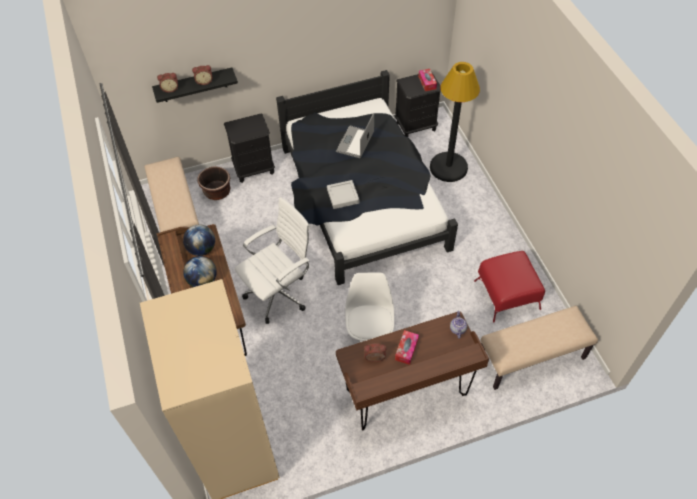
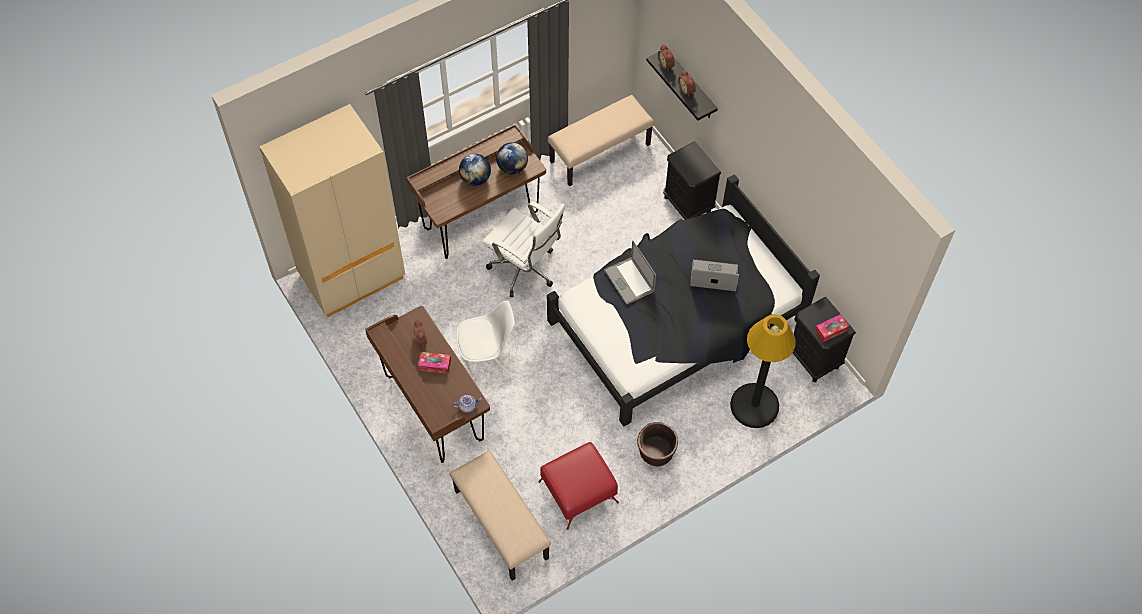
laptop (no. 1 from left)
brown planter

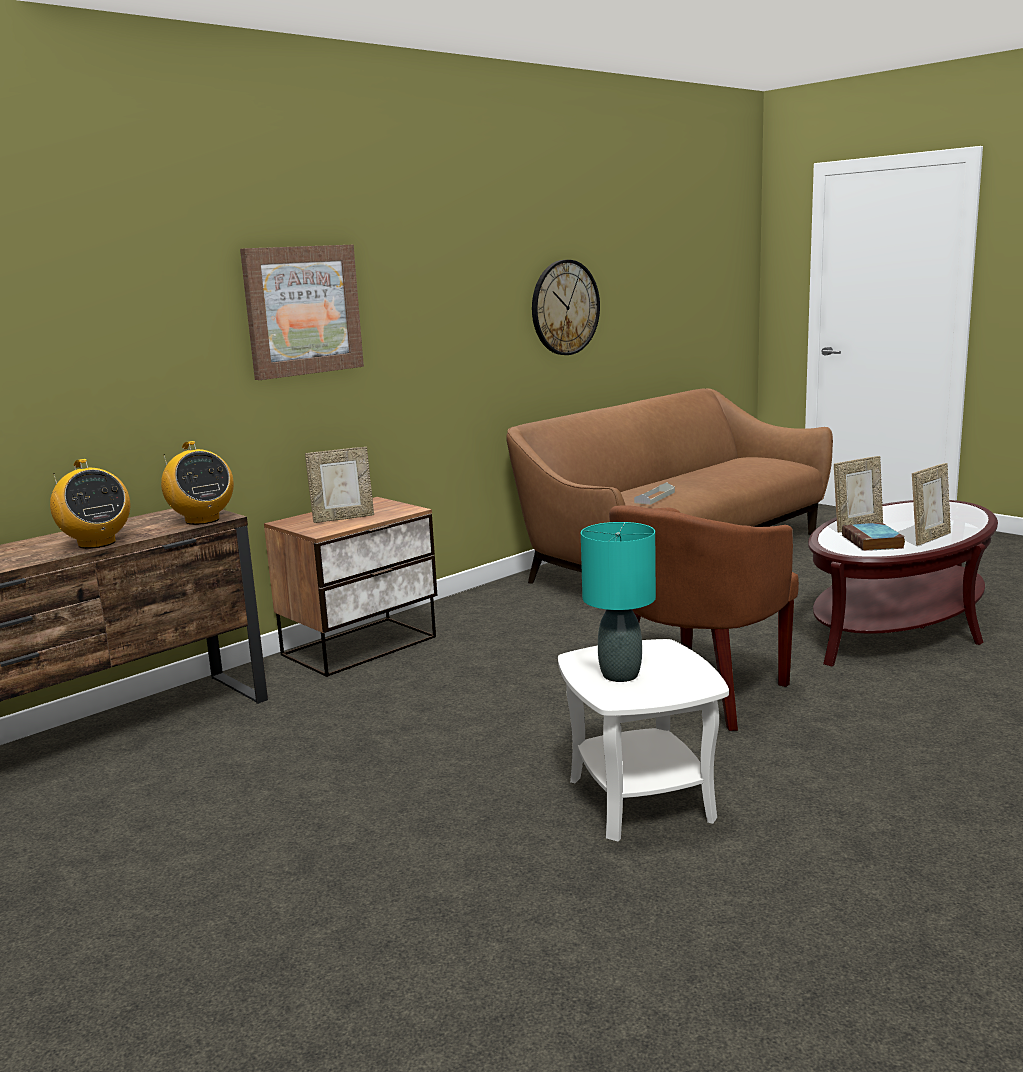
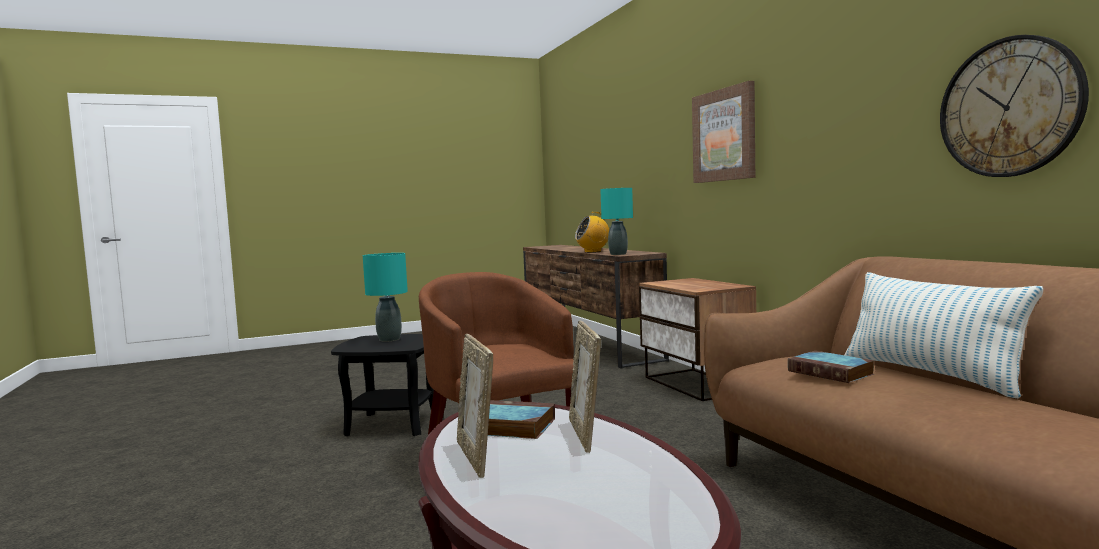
black side table
turquoise table lamp (no. 2 from left)
book (no. 2 from left)
pillow
picture frame (no. 1 from left in the first image)

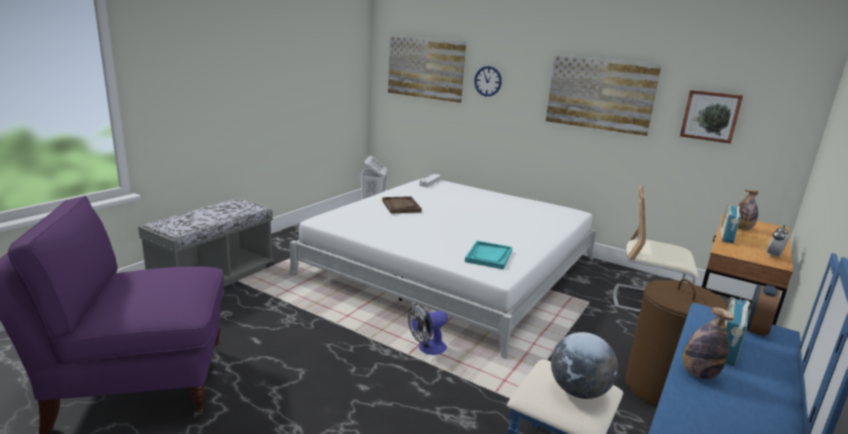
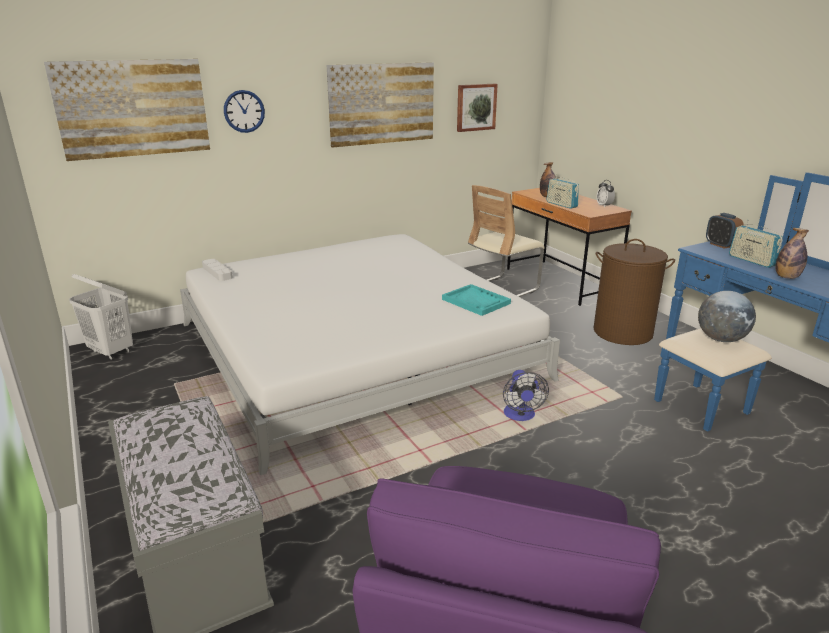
brown tray

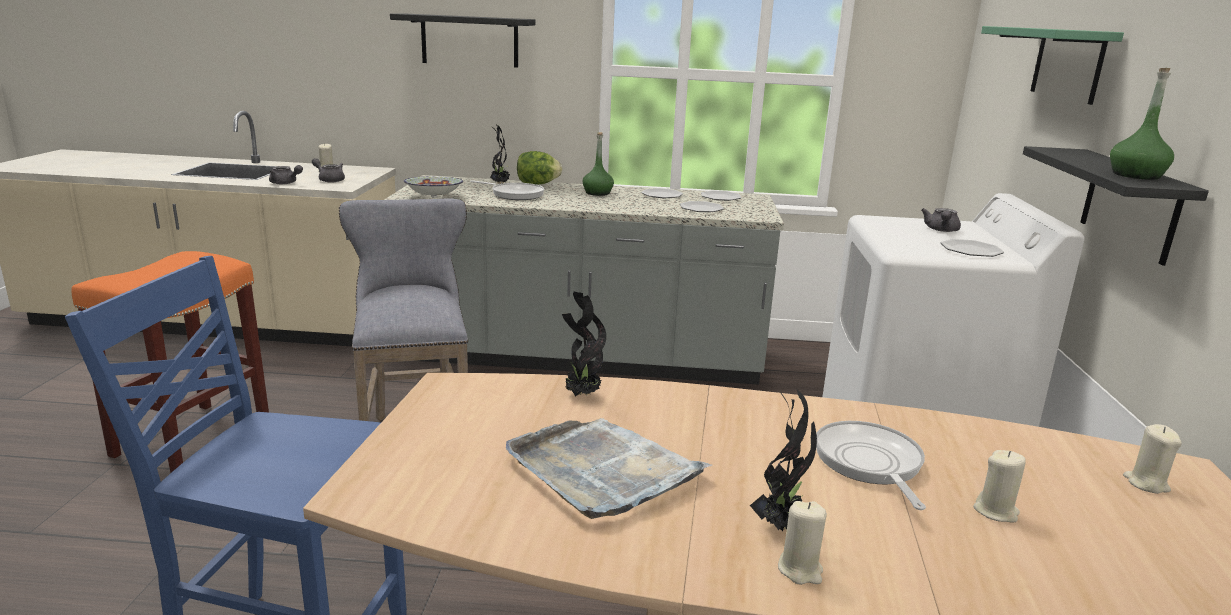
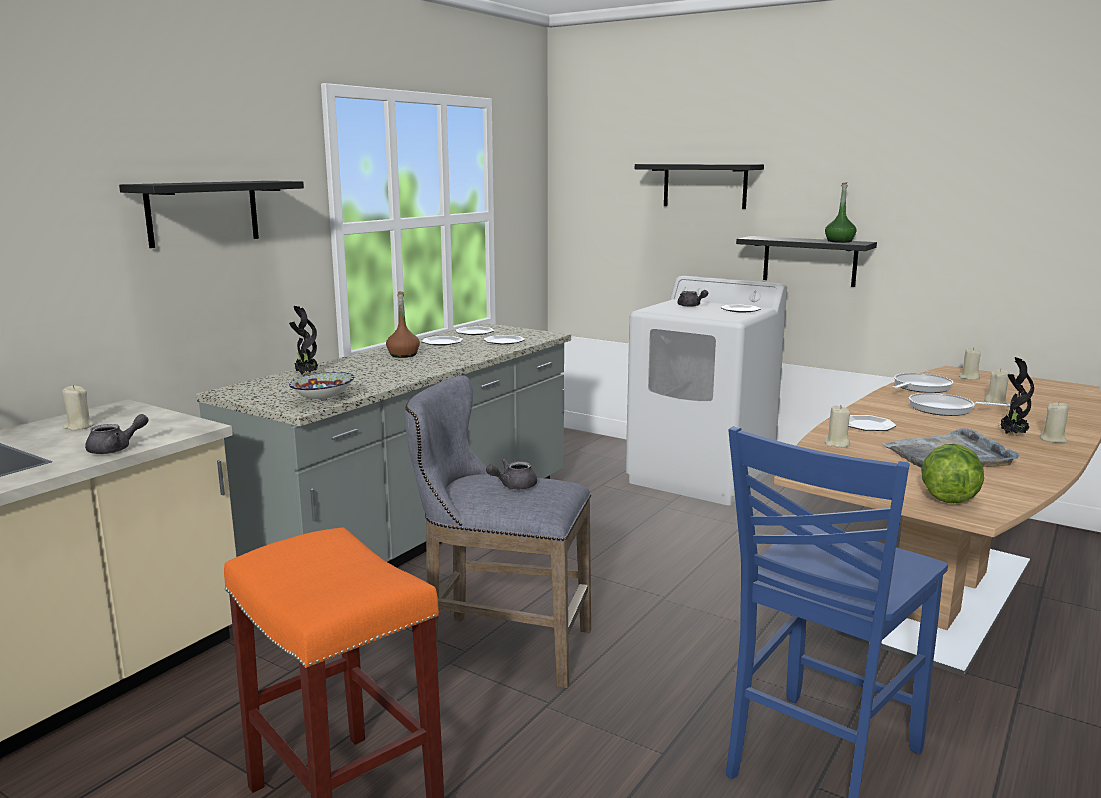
brown bottle
grey teapot (no. 2 from left)
black shelf (no. 2 from left)
beige candle (no. 2 from left)
plate (no. 5 from left)
frying pan (no. 1 from left)
lettuce

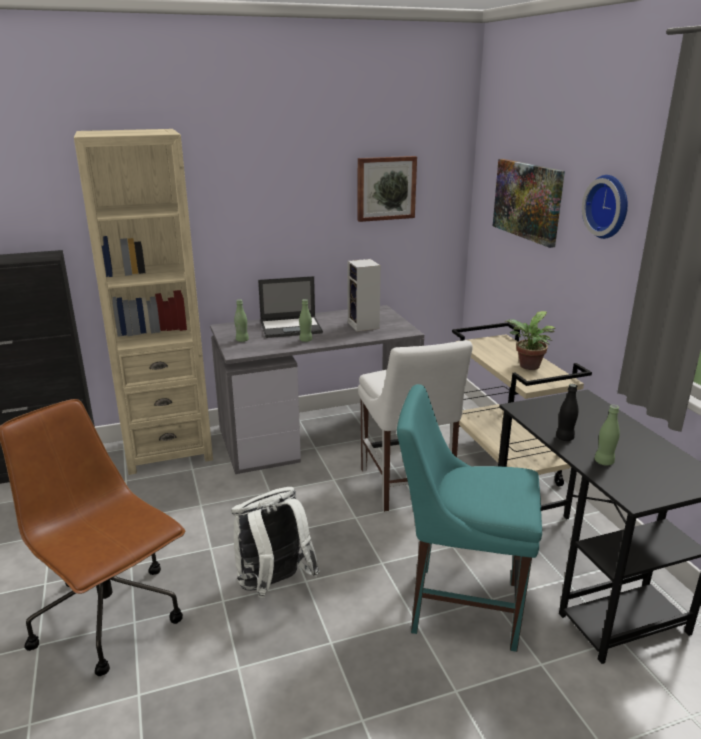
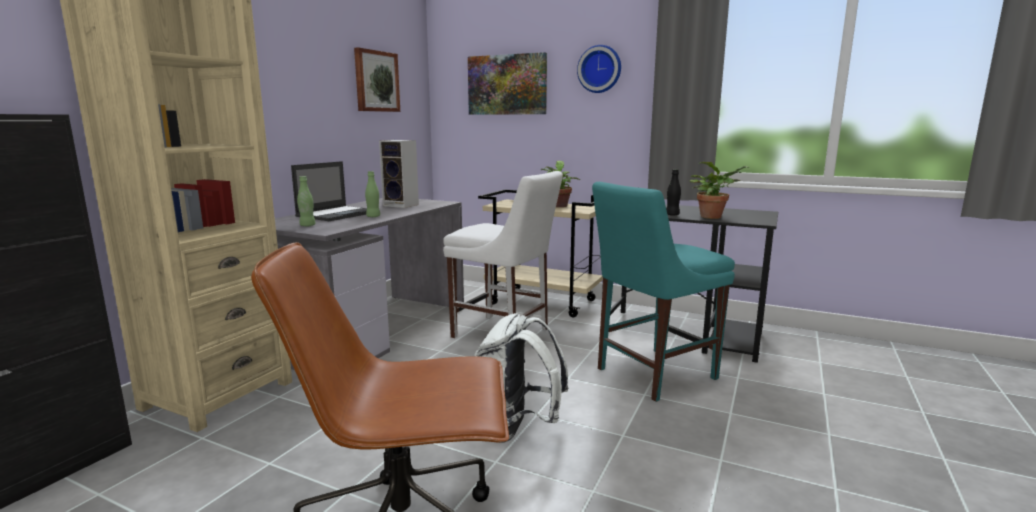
potted plant (no. 2 from left)

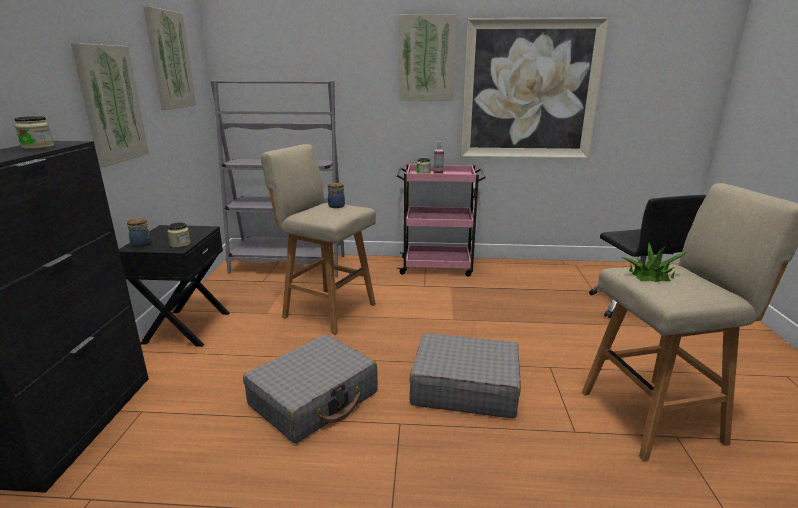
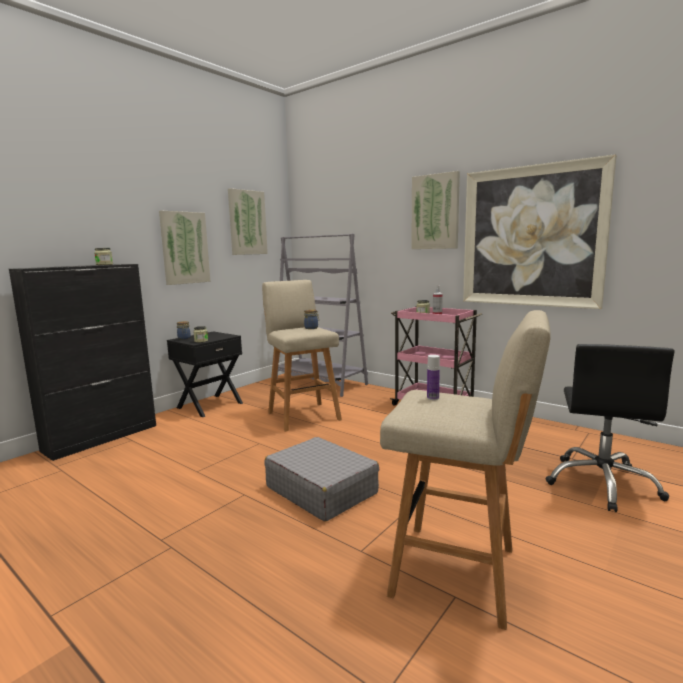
bottle
grey suitcase (no. 1 from left in the first image)

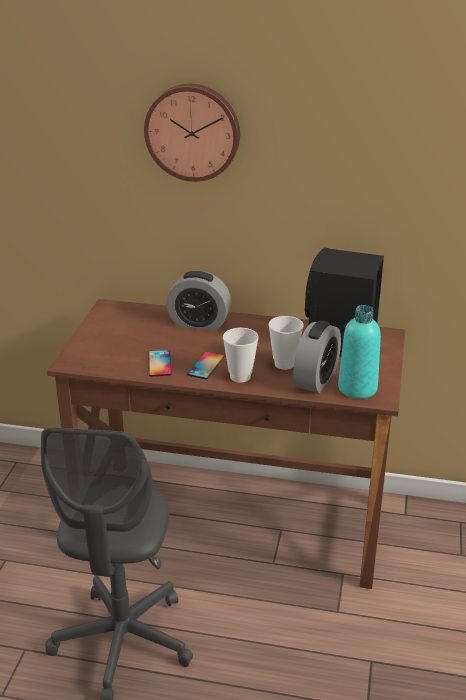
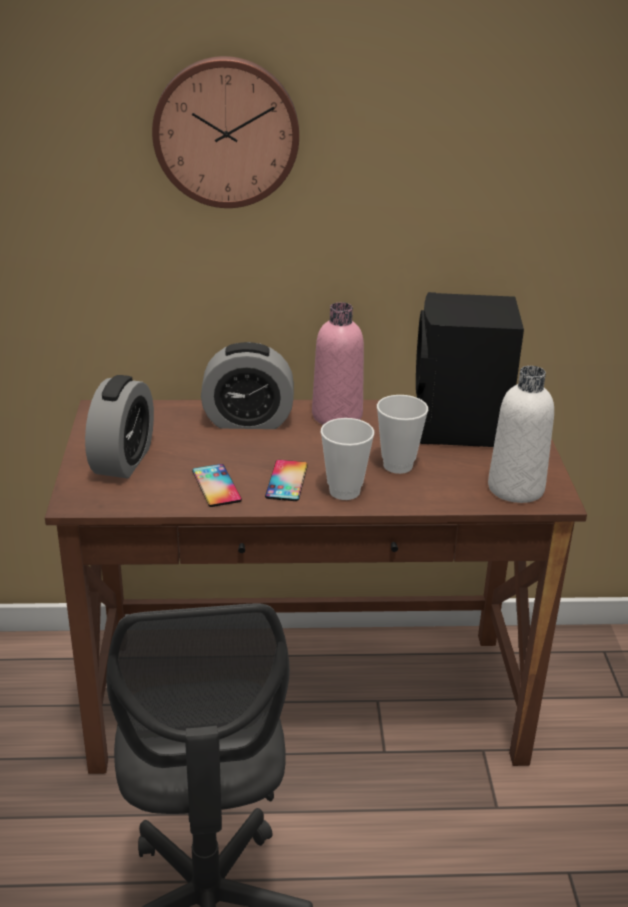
alarm clock (no. 1 from left)
pink bottle
white bottle

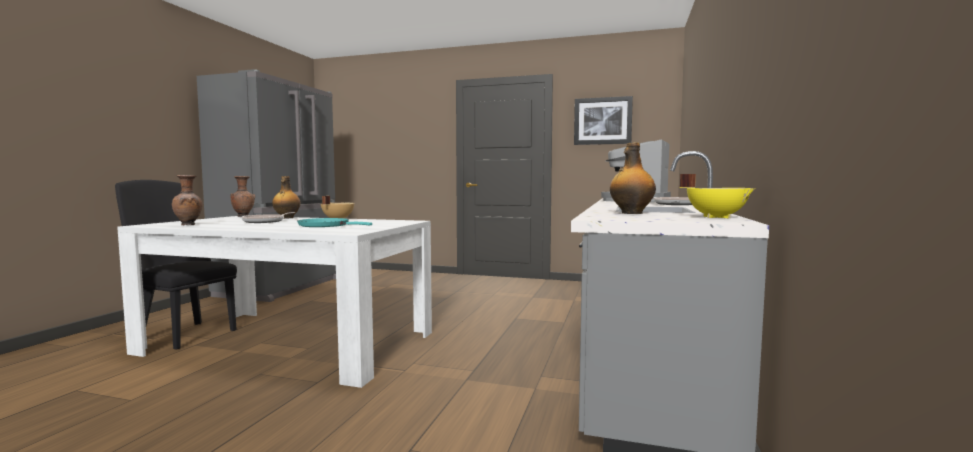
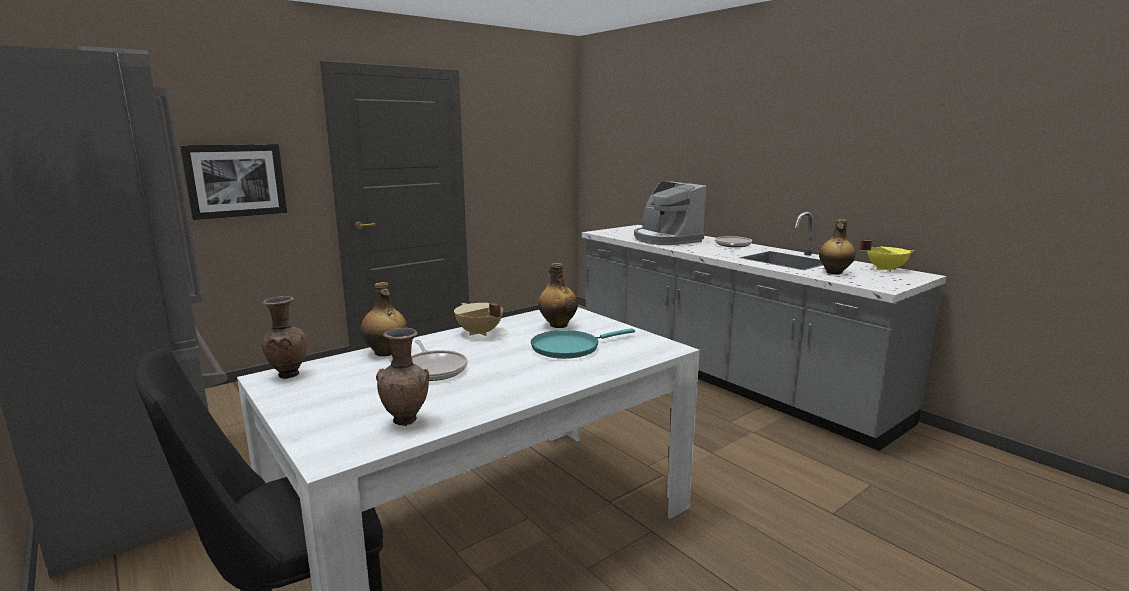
picture
bottle (no. 2 from left)

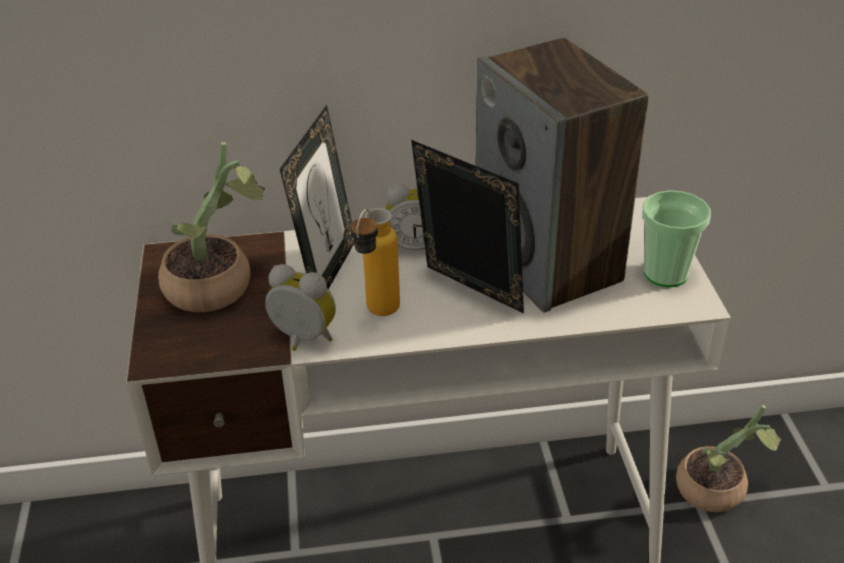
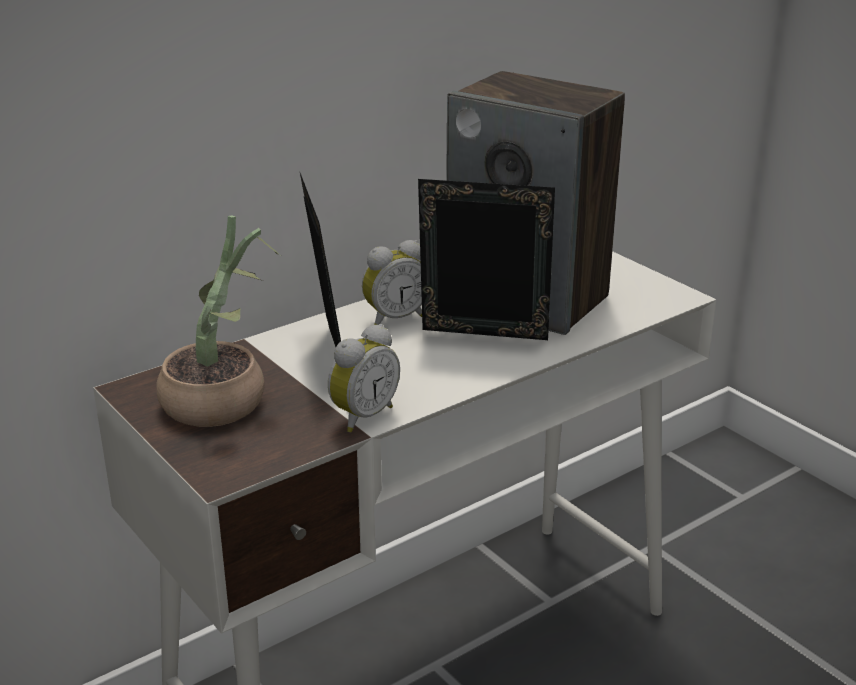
alarm clock (no. 1 from left)
bottle
cup
potted plant (no. 2 from left in the first image)

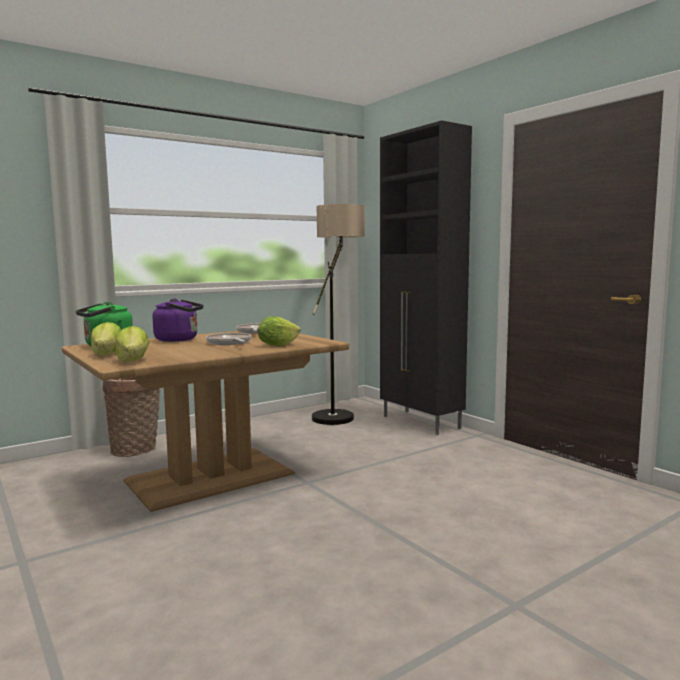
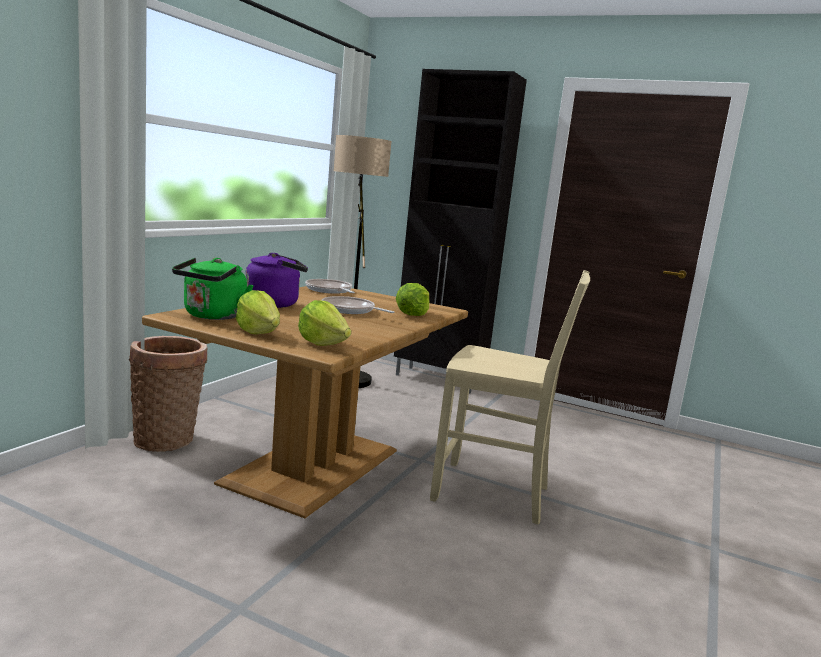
beige chair

